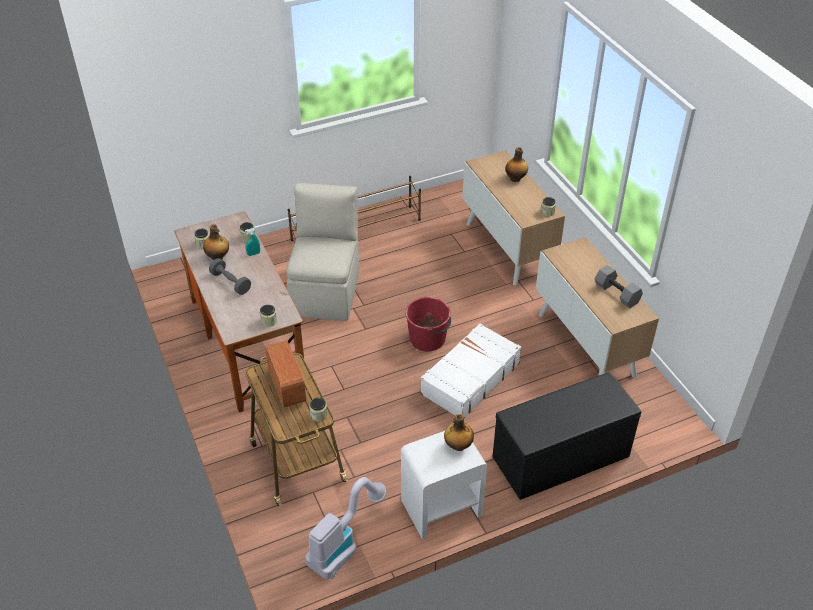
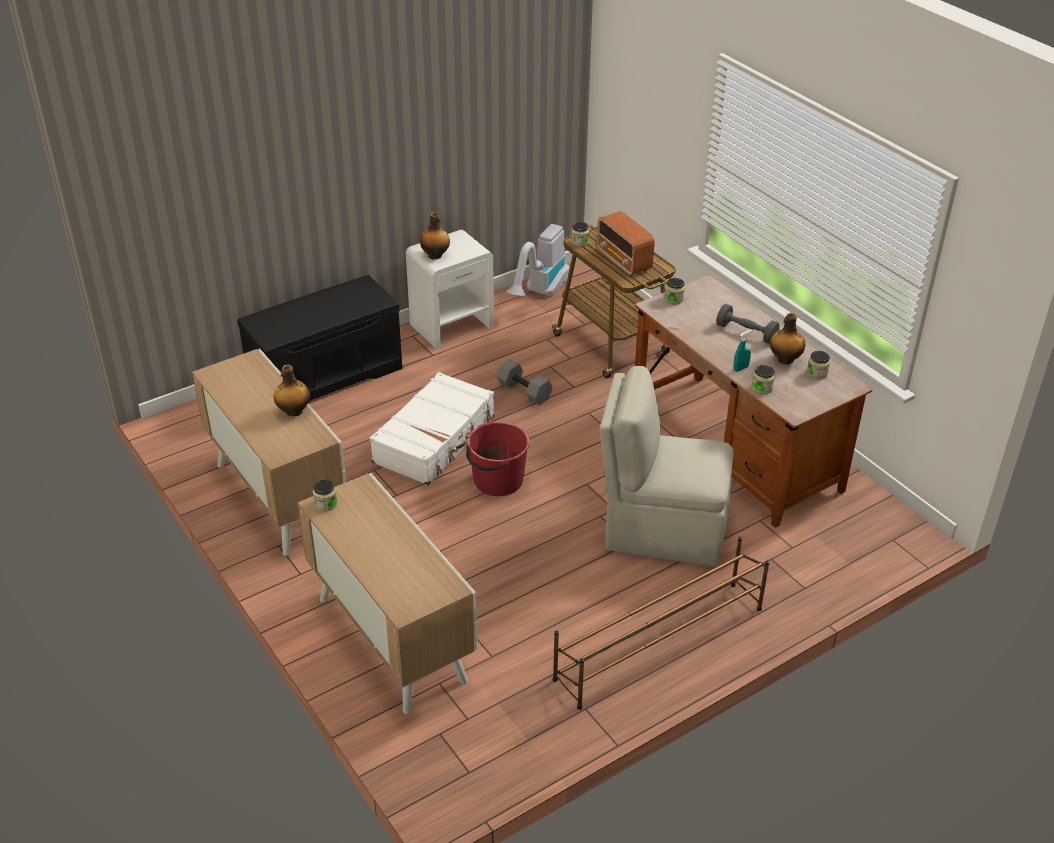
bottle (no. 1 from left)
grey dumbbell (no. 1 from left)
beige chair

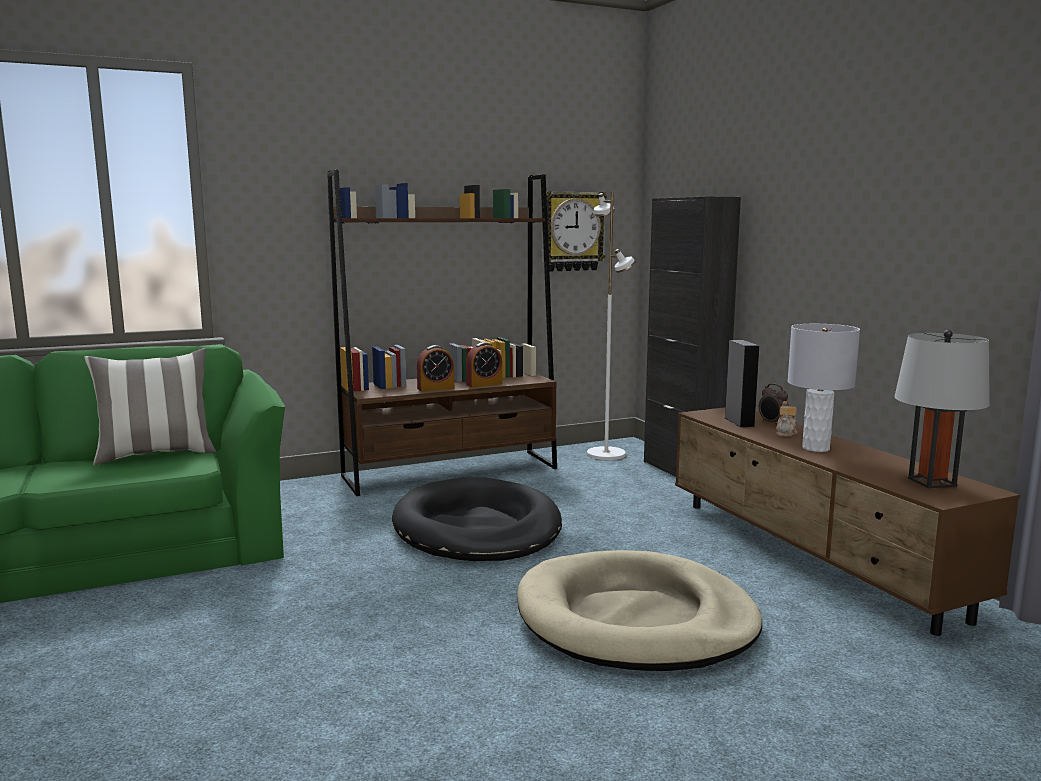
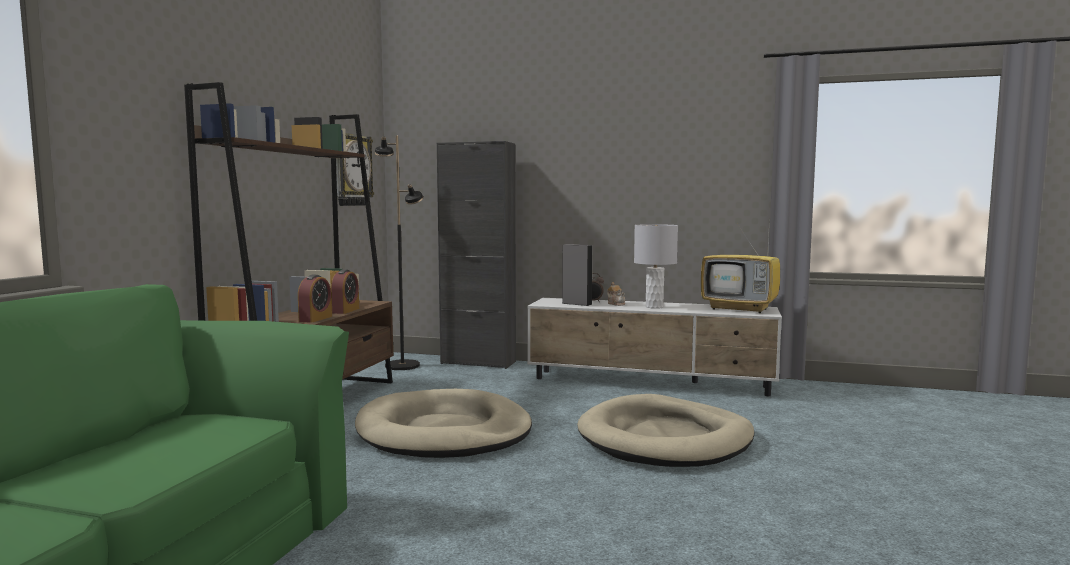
beige dog bed (no. 1 from left)
black floor lamp
white tv stand
television
pillow

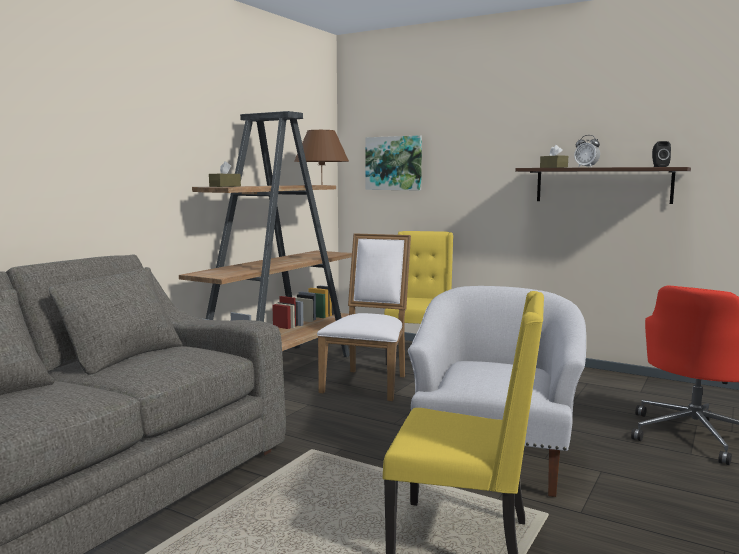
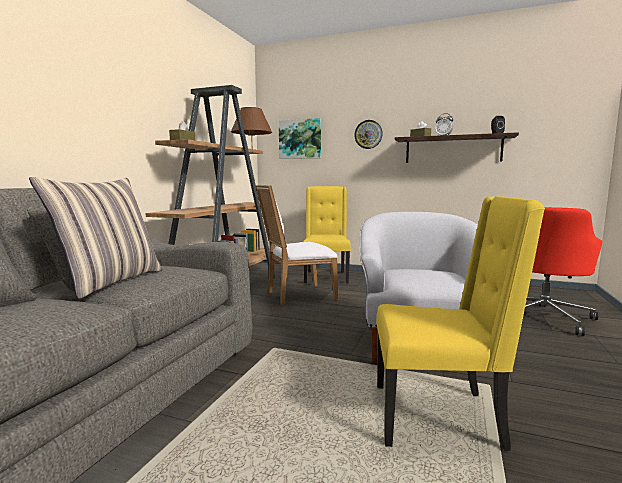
pillow
white chair
wall clock

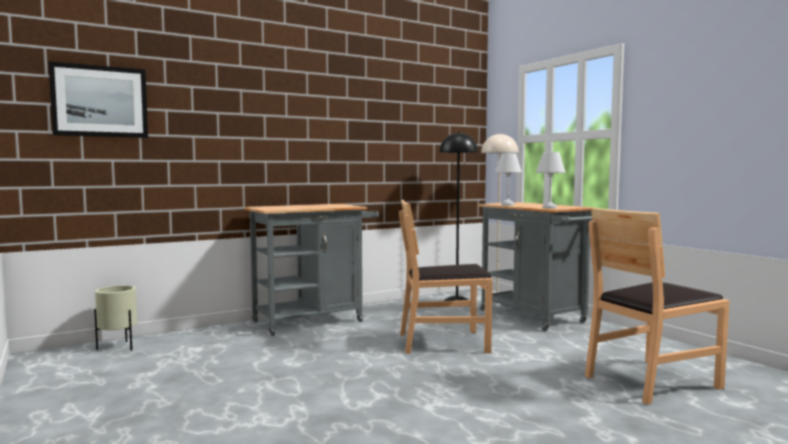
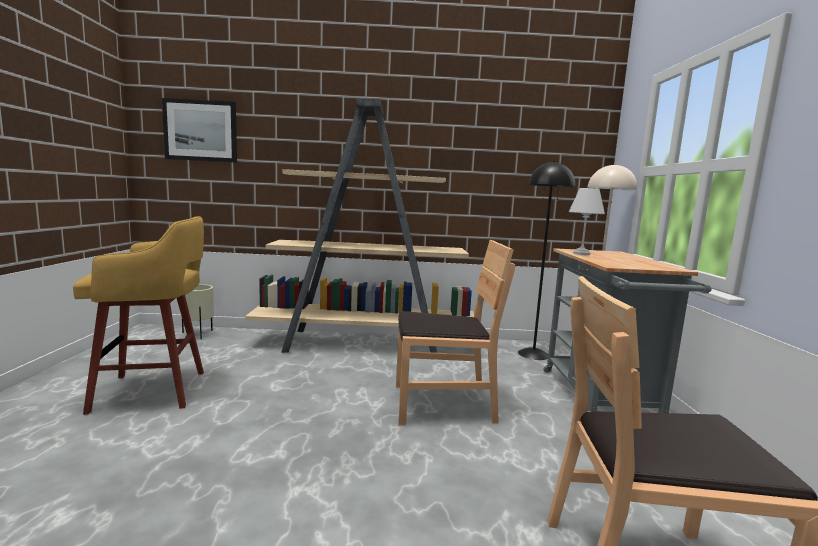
yellow stool
beige bookcase
brown chair (no. 1 from left)
white table lamp (no. 2 from left in the first image)

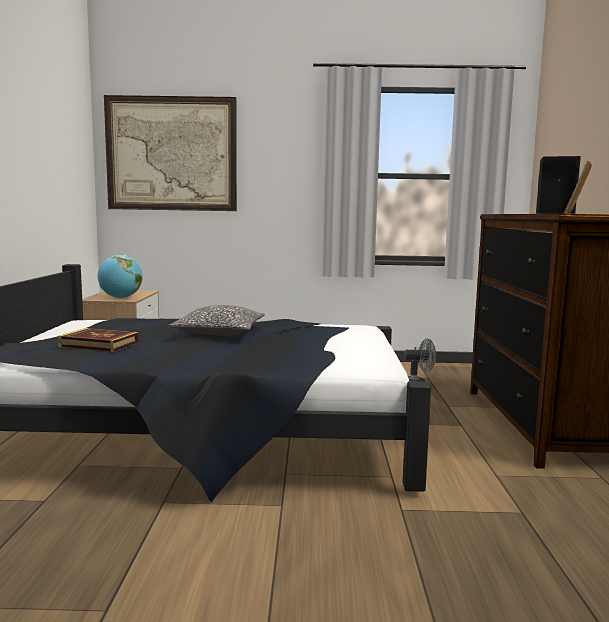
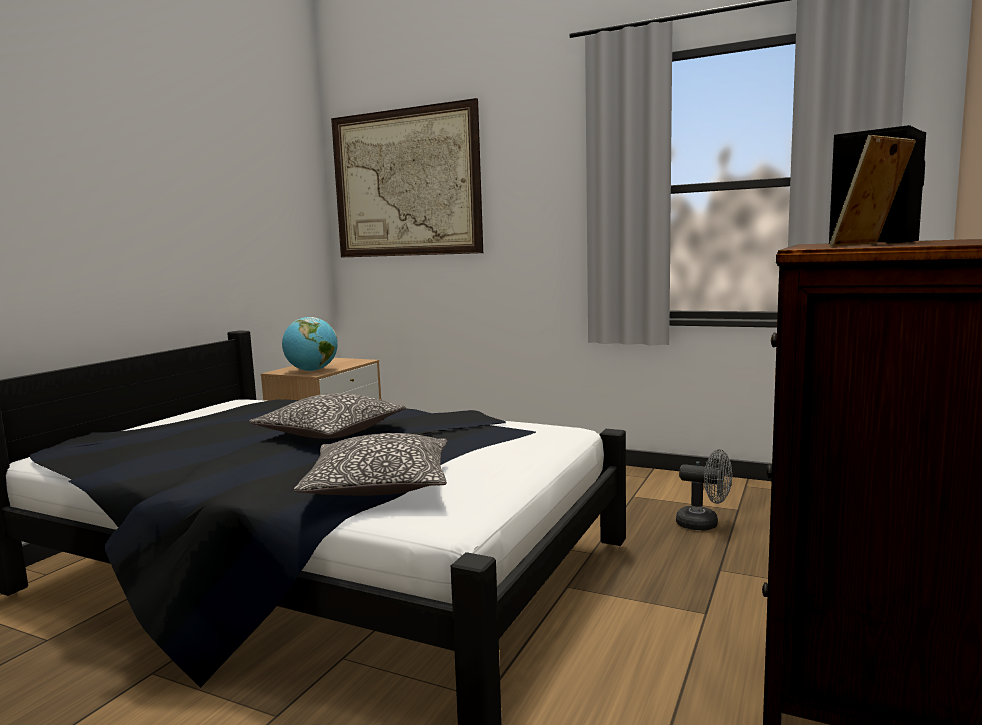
pillow (no. 2 from left)
book

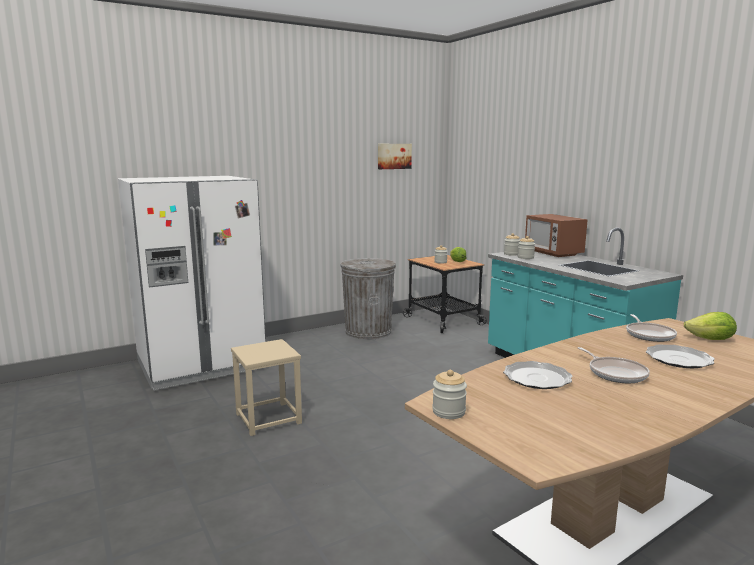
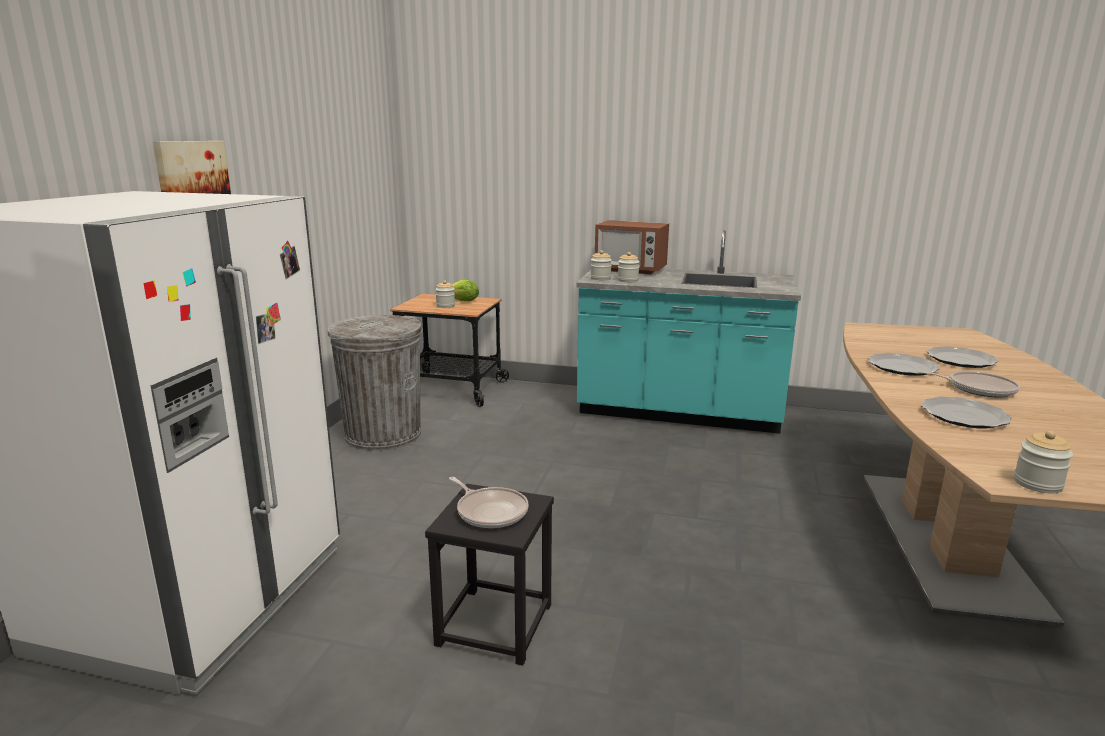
picture
black stool
frying pan (no. 1 from left)
plate (no. 1 from left)
lettuce (no. 2 from left in the first image)

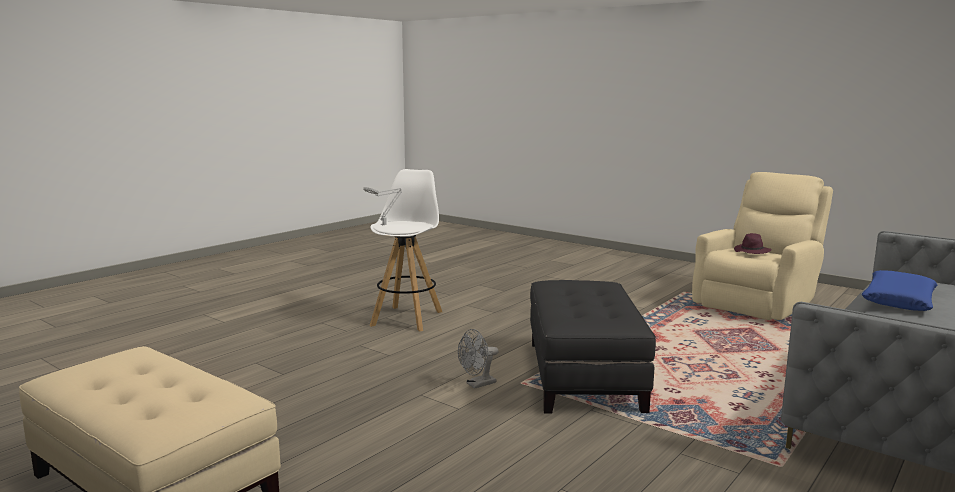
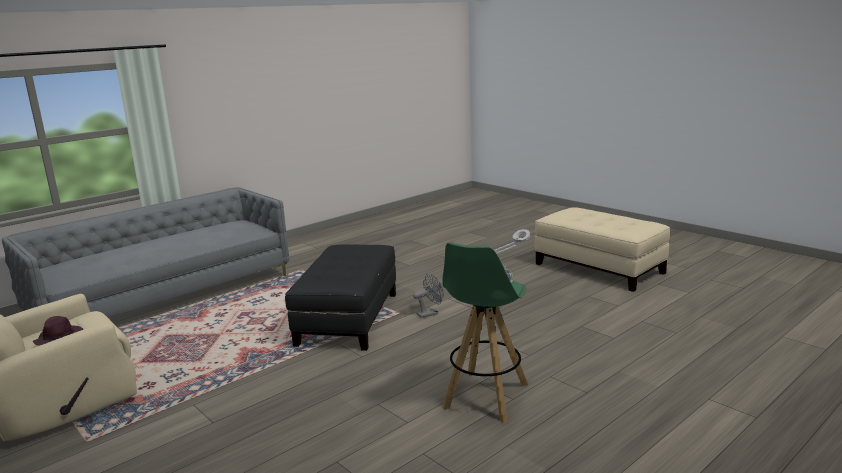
green stool
blue pillow

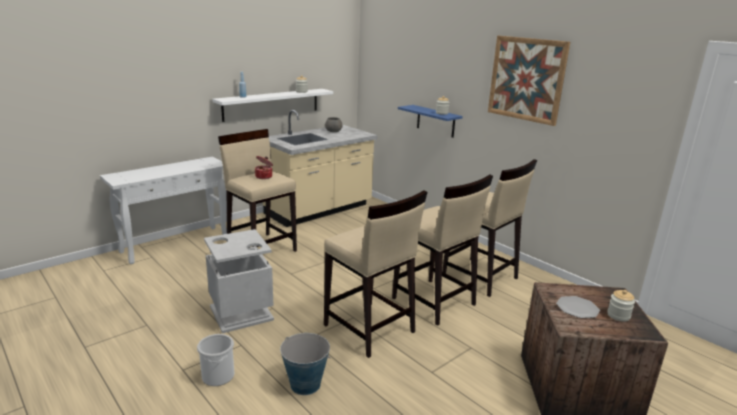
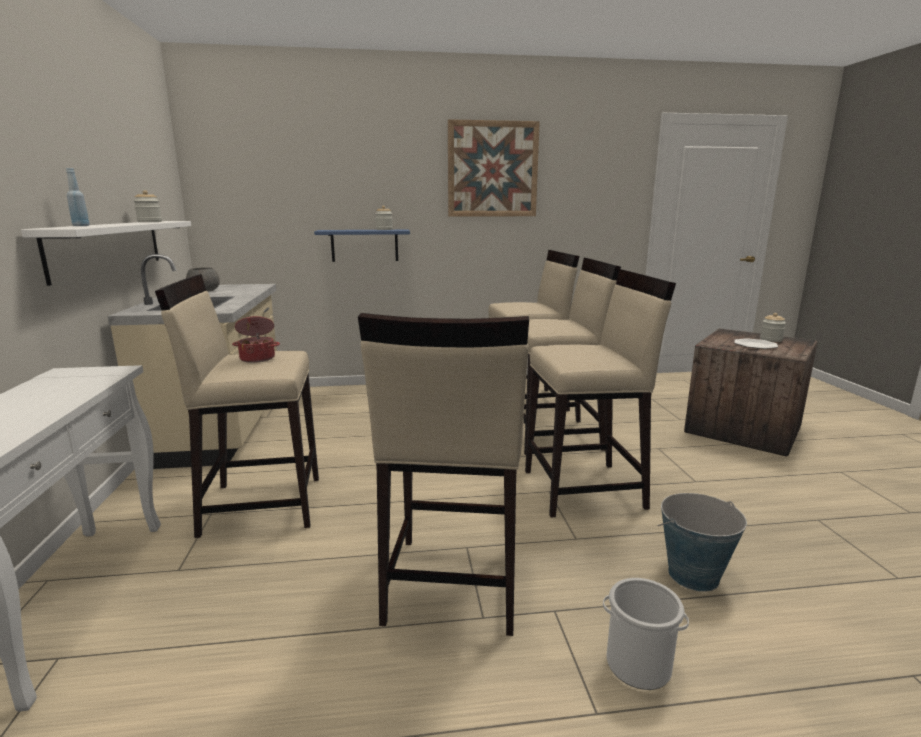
beige stool (no. 2 from left)

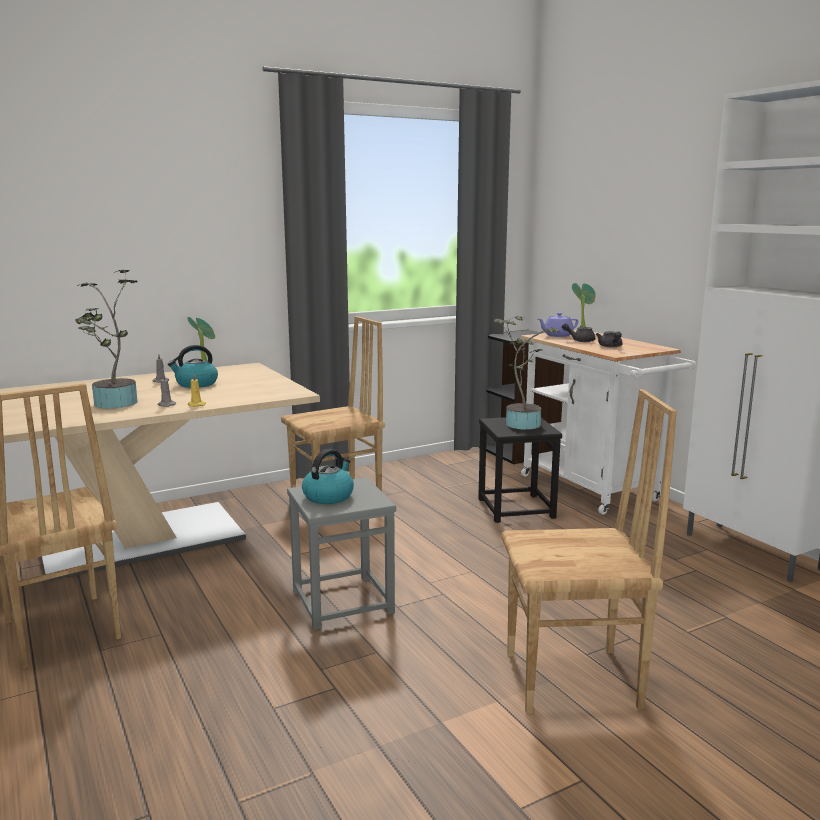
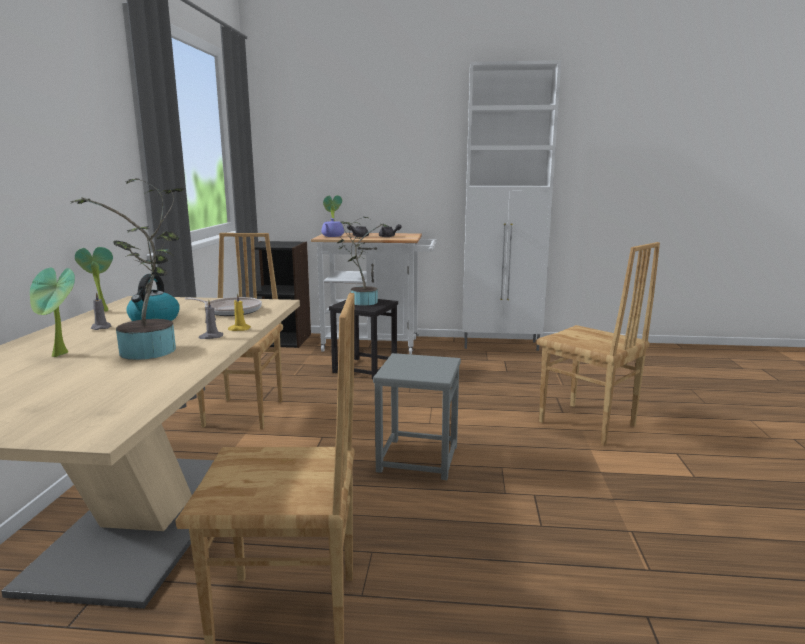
potted plant (no. 1 from left)
frying pan
brown chair (no. 3 from left)
kettle (no. 2 from left in the first image)

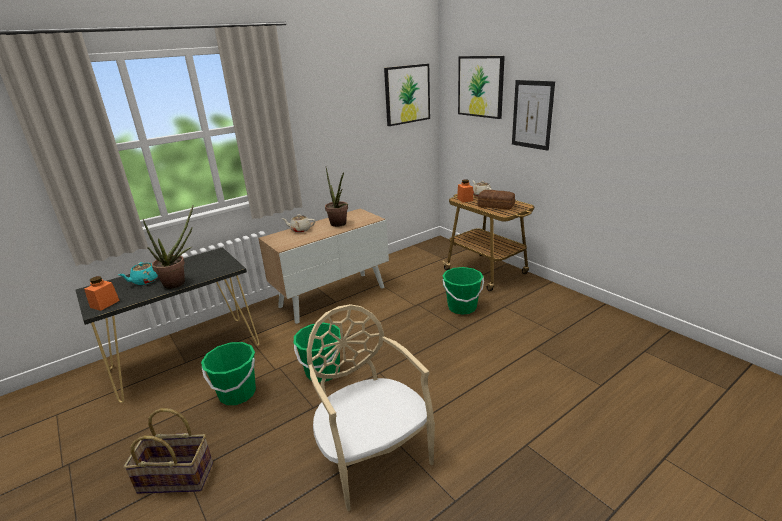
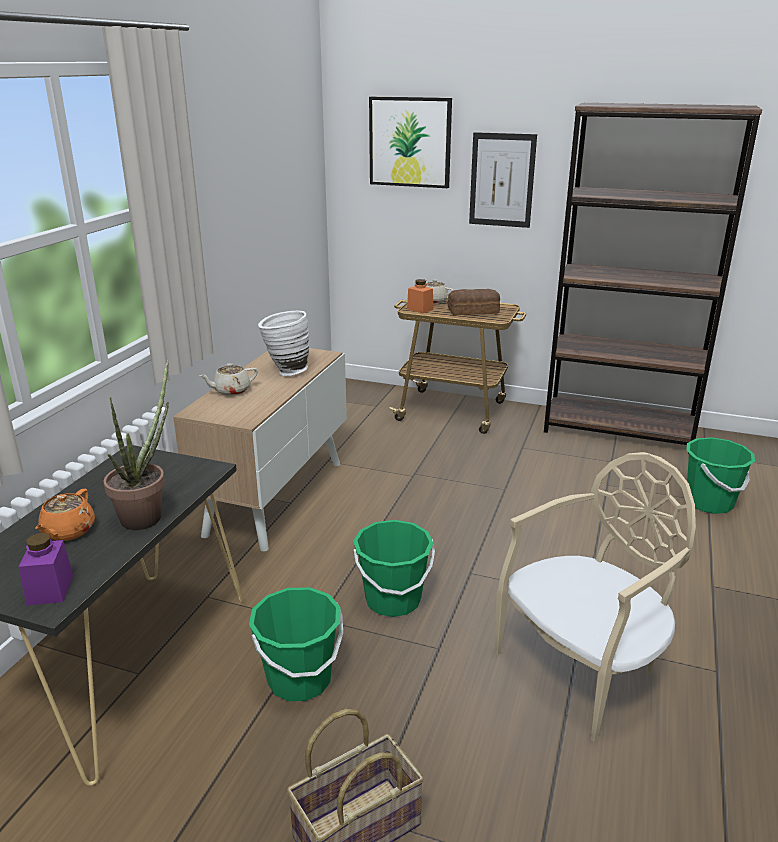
purple jar
orange teapot
white vase
beige chair
brown bookcase
green bucket (no. 3 from left)
picture (no. 1 from left in the first image)

